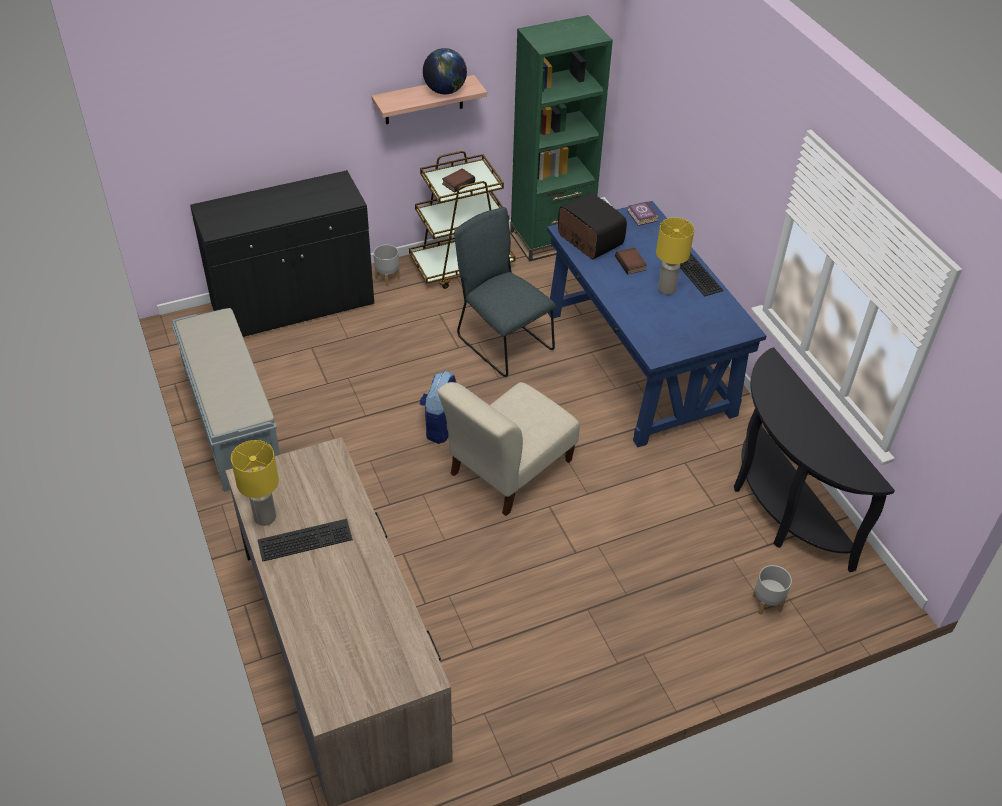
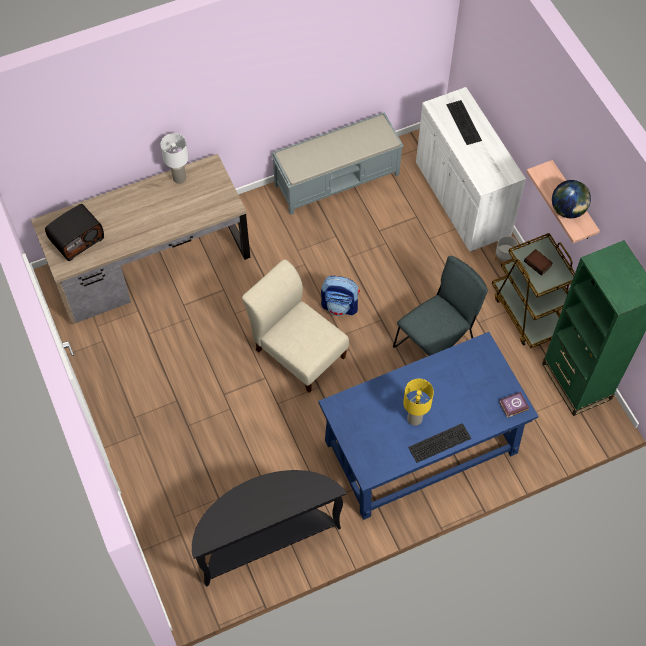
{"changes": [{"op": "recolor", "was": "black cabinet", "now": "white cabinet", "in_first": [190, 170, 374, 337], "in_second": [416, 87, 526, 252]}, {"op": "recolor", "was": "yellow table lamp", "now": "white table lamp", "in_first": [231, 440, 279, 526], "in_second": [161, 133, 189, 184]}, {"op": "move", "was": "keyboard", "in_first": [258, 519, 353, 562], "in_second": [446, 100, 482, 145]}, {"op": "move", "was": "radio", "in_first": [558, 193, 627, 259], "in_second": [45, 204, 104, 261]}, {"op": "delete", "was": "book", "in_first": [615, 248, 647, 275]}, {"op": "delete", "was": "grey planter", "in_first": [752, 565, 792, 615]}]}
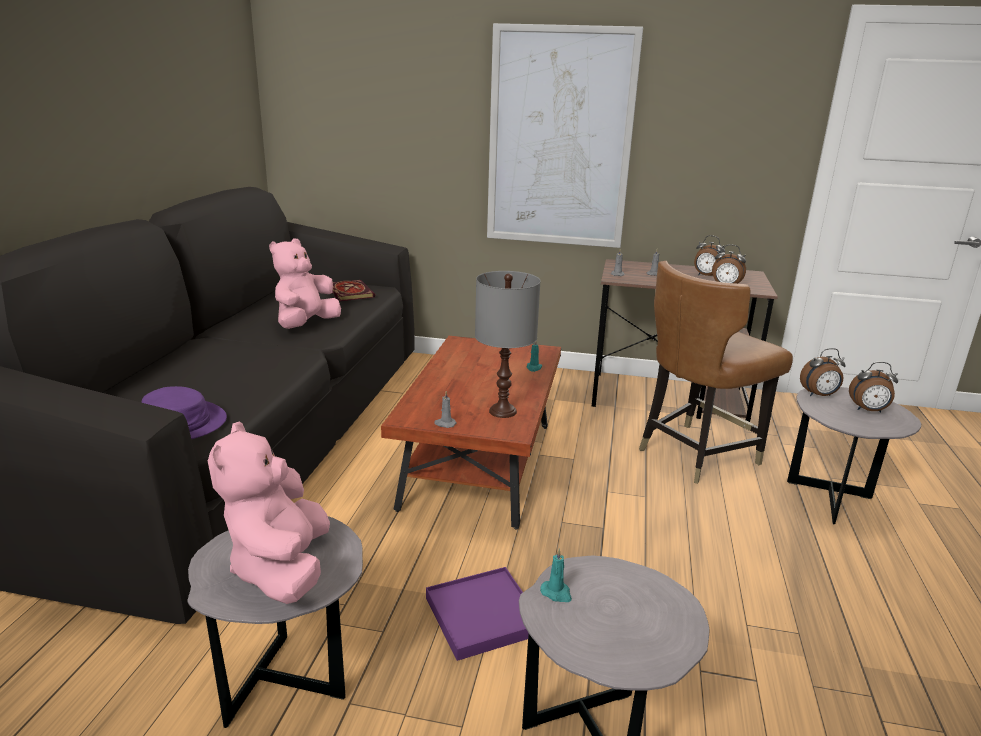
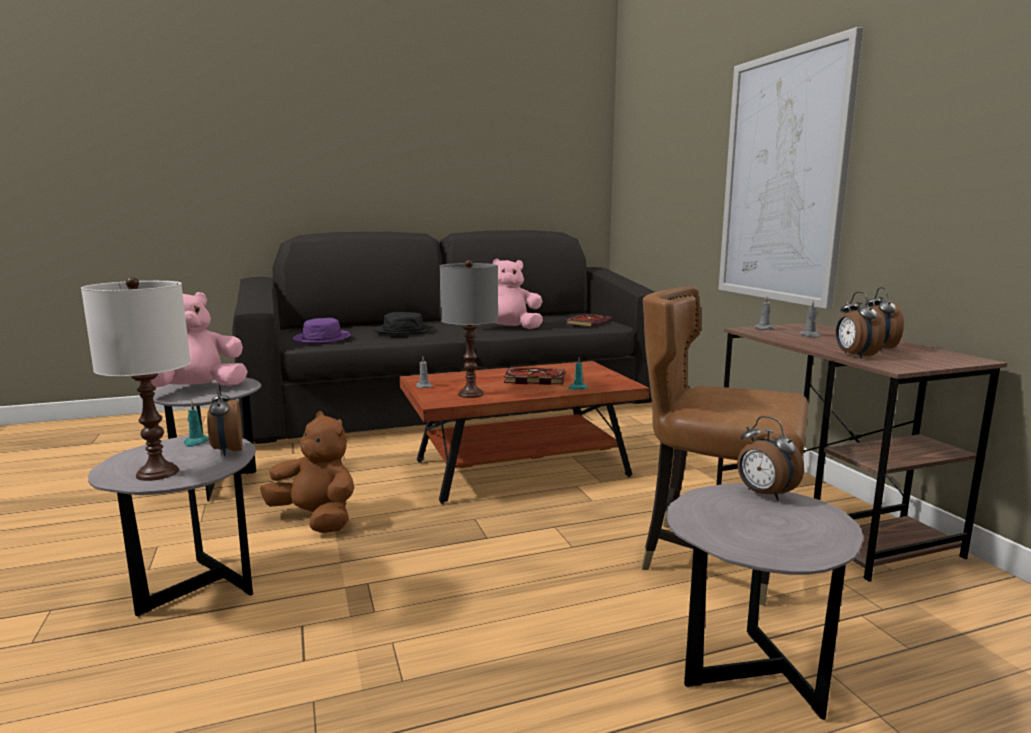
{"changes": [{"op": "replace", "was": "purple tray", "now": "brown plush toy", "in_first": [426, 567, 529, 661], "in_second": [260, 411, 354, 533]}, {"op": "move", "was": "alarm clock", "in_first": [849, 362, 898, 413], "in_second": [207, 384, 242, 456]}, {"op": "insert", "now": "white table lamp", "in_second": [81, 277, 191, 481]}, {"op": "insert", "now": "black hat", "in_second": [372, 312, 435, 334]}, {"op": "insert", "now": "book", "in_second": [504, 368, 565, 385]}]}
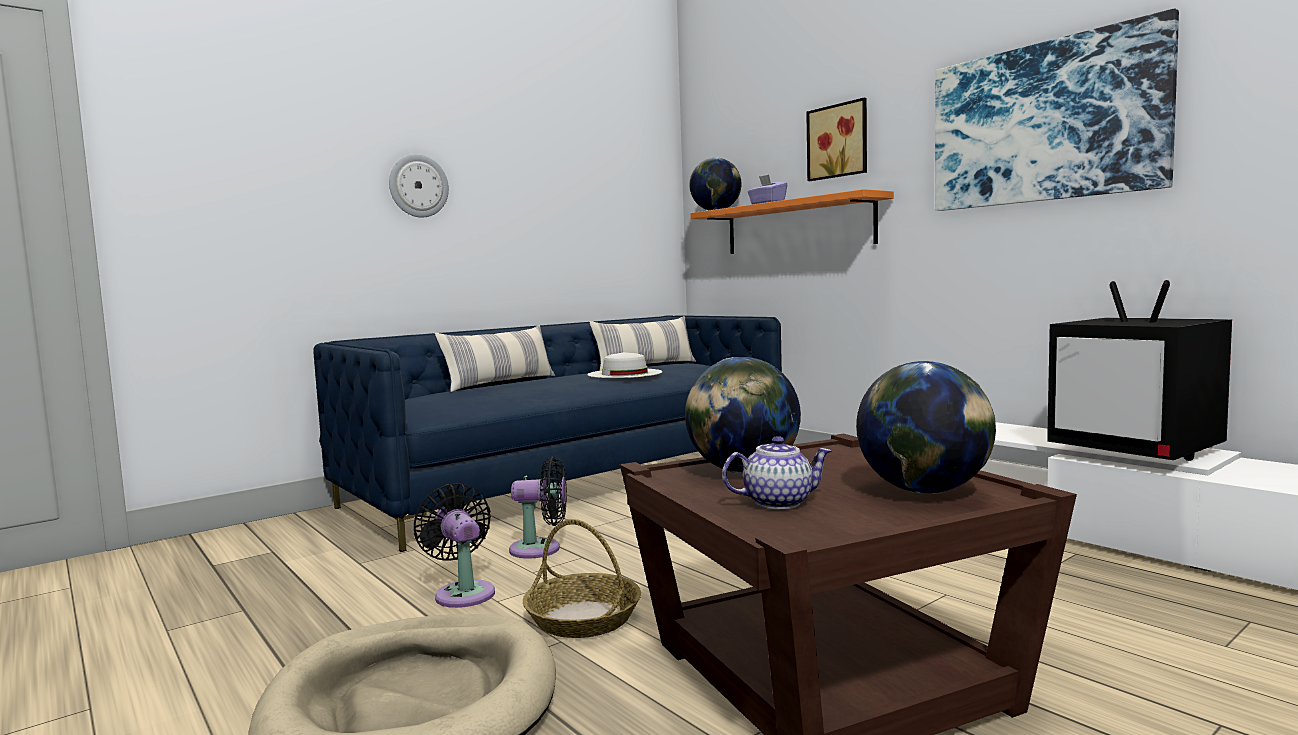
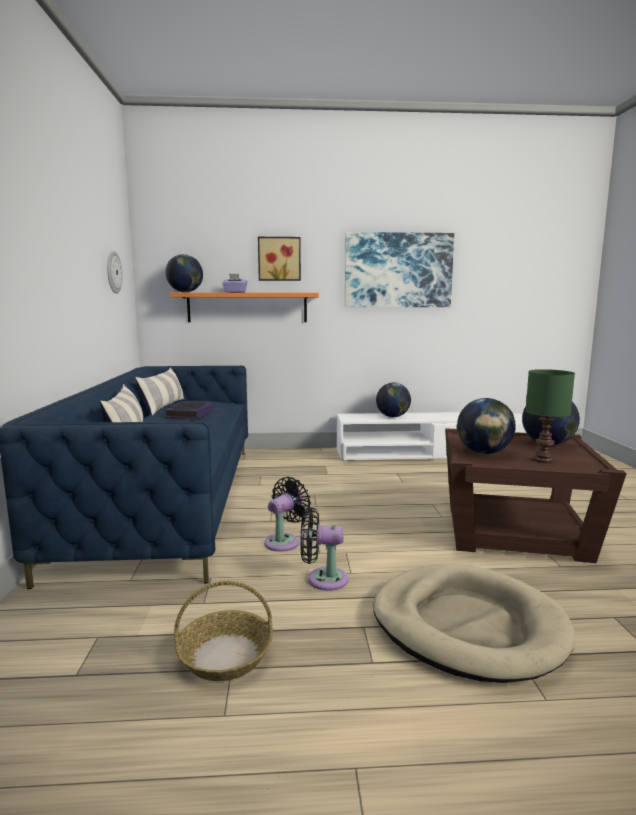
{"changes": [{"op": "move", "was": "wall clock", "in_first": [389, 154, 449, 218], "in_second": [107, 251, 122, 294]}, {"op": "move", "was": "basket", "in_first": [523, 519, 641, 638], "in_second": [174, 581, 273, 681]}, {"op": "replace", "was": "white hat", "now": "book", "in_first": [587, 352, 663, 378], "in_second": [164, 402, 214, 419]}, {"op": "replace", "was": "teapot", "now": "green table lamp", "in_first": [722, 436, 832, 509], "in_second": [525, 369, 575, 463]}, {"op": "delete", "was": "television", "in_first": [1047, 280, 1232, 461]}, {"op": "insert", "now": "globe", "in_second": [376, 383, 411, 417]}]}
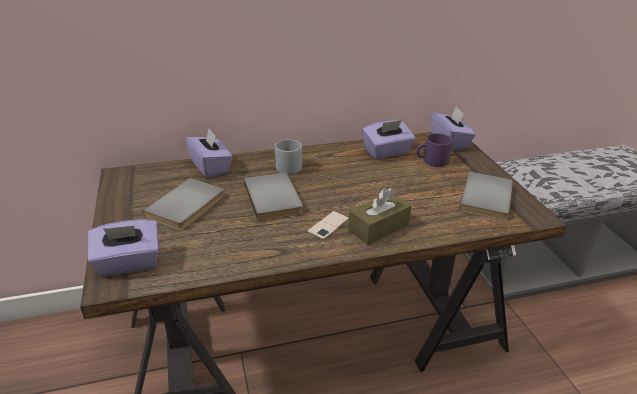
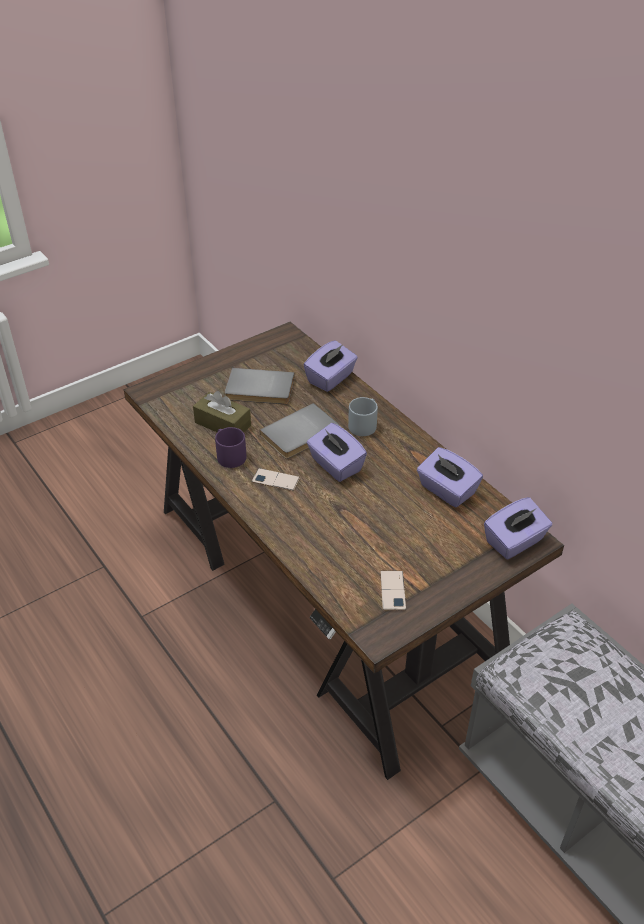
{"changes": [{"op": "move", "was": "purple tissue box", "in_first": [88, 219, 159, 276], "in_second": [307, 423, 367, 482]}, {"op": "move", "was": "brown tissue box", "in_first": [348, 188, 411, 245], "in_second": [193, 391, 251, 433]}, {"op": "move", "was": "purple mug", "in_first": [416, 133, 452, 167], "in_second": [215, 427, 247, 468]}, {"op": "replace", "was": "grey book", "now": "phone", "in_first": [459, 172, 513, 220], "in_second": [380, 571, 406, 610]}]}
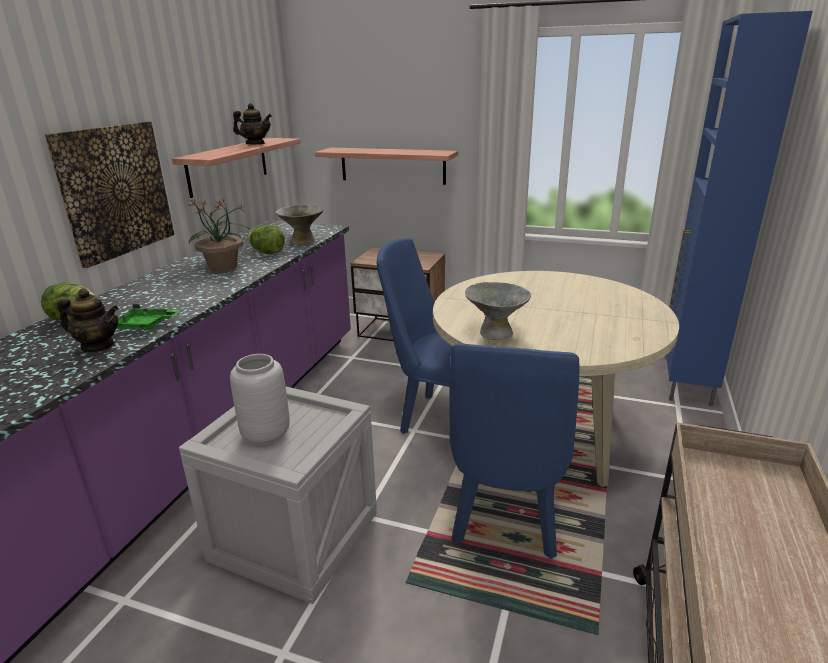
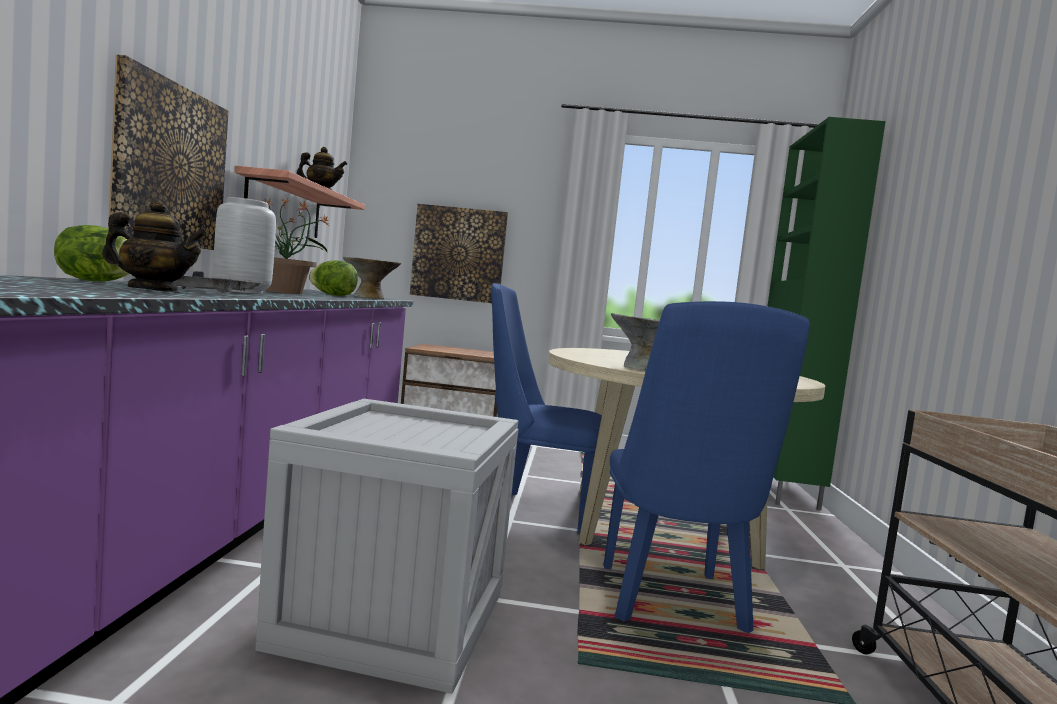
{"changes": [{"op": "recolor", "was": "green tray", "now": "grey tray", "in_first": [116, 304, 180, 330], "in_second": [173, 271, 263, 292]}, {"op": "move", "was": "grey vase", "in_first": [230, 354, 290, 445], "in_second": [213, 197, 276, 294]}, {"op": "replace", "was": "shelf", "now": "picture", "in_first": [315, 147, 458, 185], "in_second": [410, 204, 508, 303]}, {"op": "recolor", "was": "blue cabinet", "now": "green cabinet", "in_first": [665, 11, 813, 407], "in_second": [768, 117, 886, 511]}]}
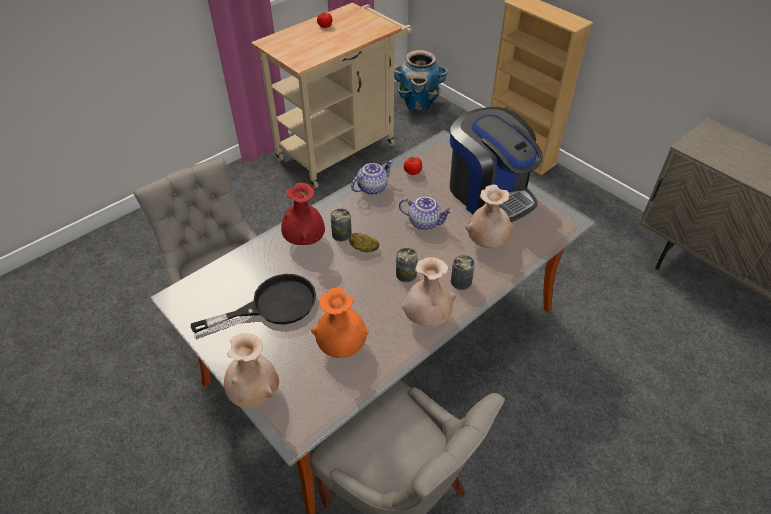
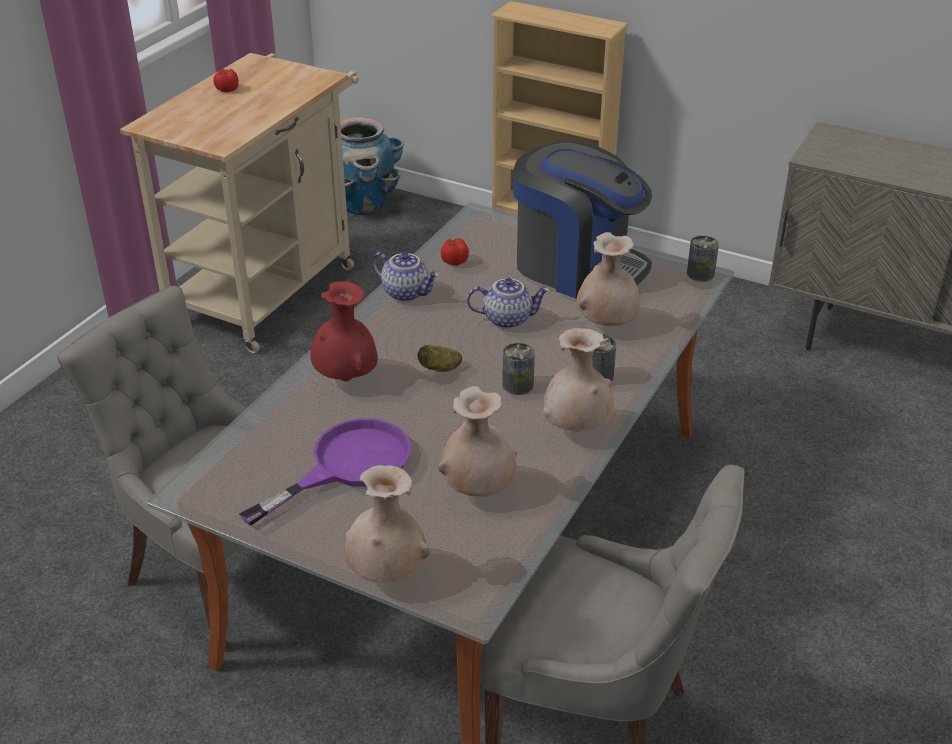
{"changes": [{"op": "recolor", "was": "black frying pan", "now": "purple frying pan", "in_first": [191, 274, 316, 333], "in_second": [239, 418, 411, 526]}, {"op": "recolor", "was": "orange vase", "now": "beige vase", "in_first": [311, 287, 369, 358], "in_second": [438, 386, 517, 497]}, {"op": "move", "was": "can", "in_first": [330, 209, 352, 241], "in_second": [687, 235, 719, 282]}, {"op": "rotate", "was": "teapot", "in_first": [351, 160, 393, 195], "in_second": [372, 252, 439, 302], "clockwise": 90}]}
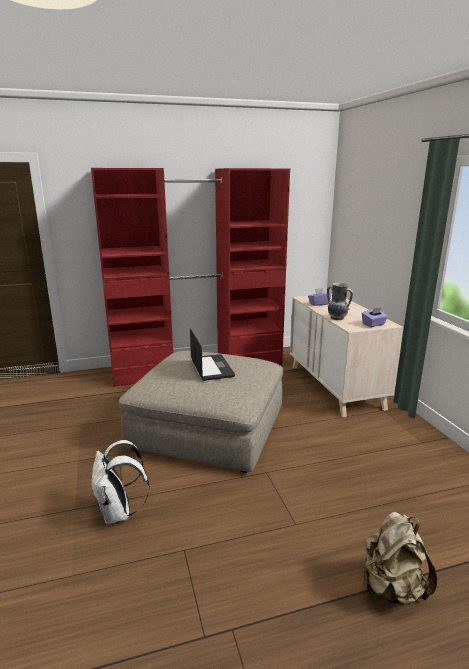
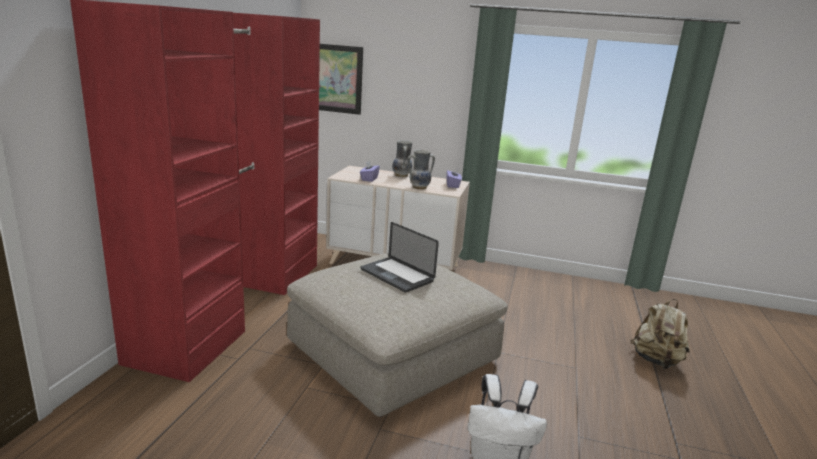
{"changes": [{"op": "rotate", "was": "laptop", "in_first": [190, 328, 235, 381], "in_second": [361, 222, 439, 293], "clockwise": -150}, {"op": "insert", "now": "picture", "in_second": [319, 44, 363, 115]}, {"op": "insert", "now": "vase", "in_second": [392, 140, 412, 177]}]}
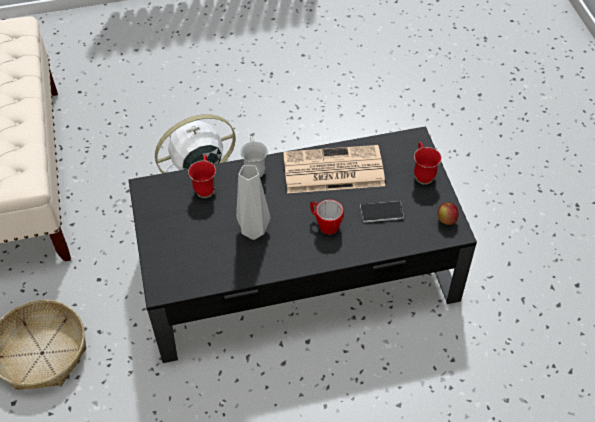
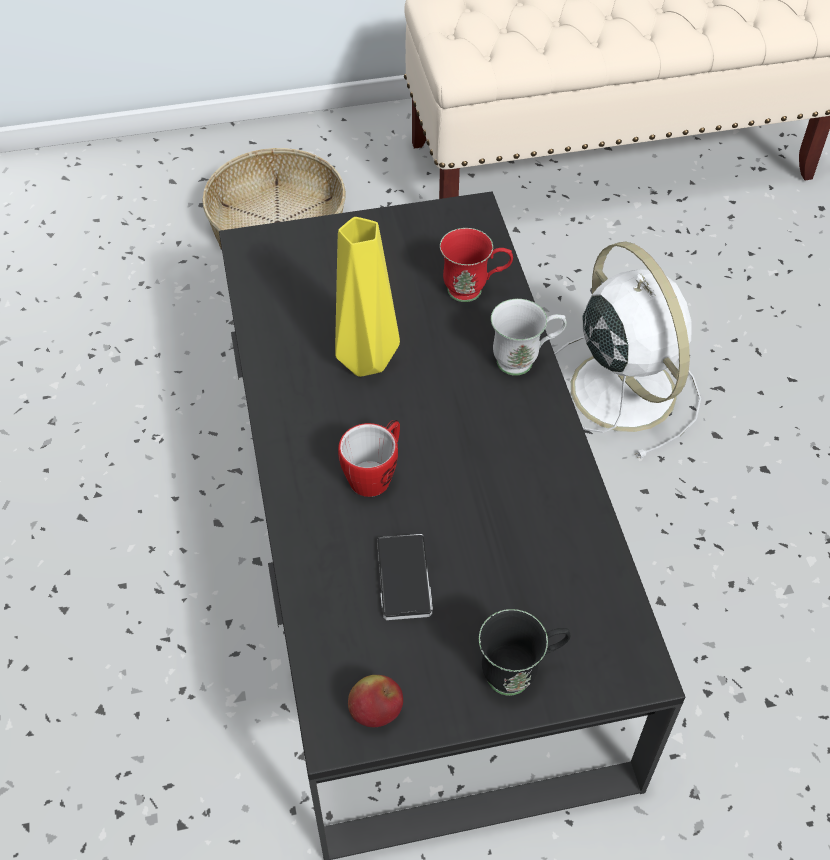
{"changes": [{"op": "recolor", "was": "grey vase", "now": "yellow vase", "in_first": [236, 165, 270, 240], "in_second": [335, 217, 400, 377]}, {"op": "delete", "was": "newspaper", "in_first": [283, 145, 385, 193]}, {"op": "recolor", "was": "red mug", "now": "black mug", "in_first": [414, 142, 442, 185], "in_second": [479, 609, 570, 696]}]}
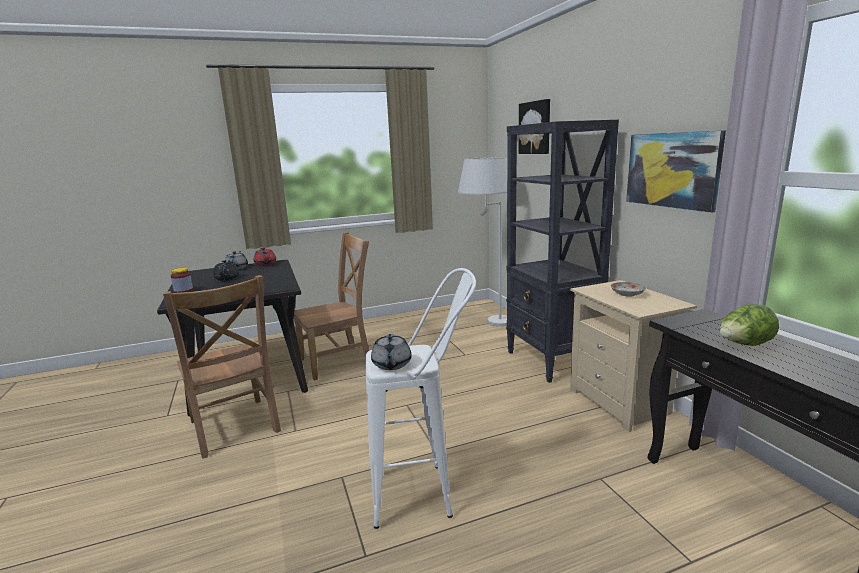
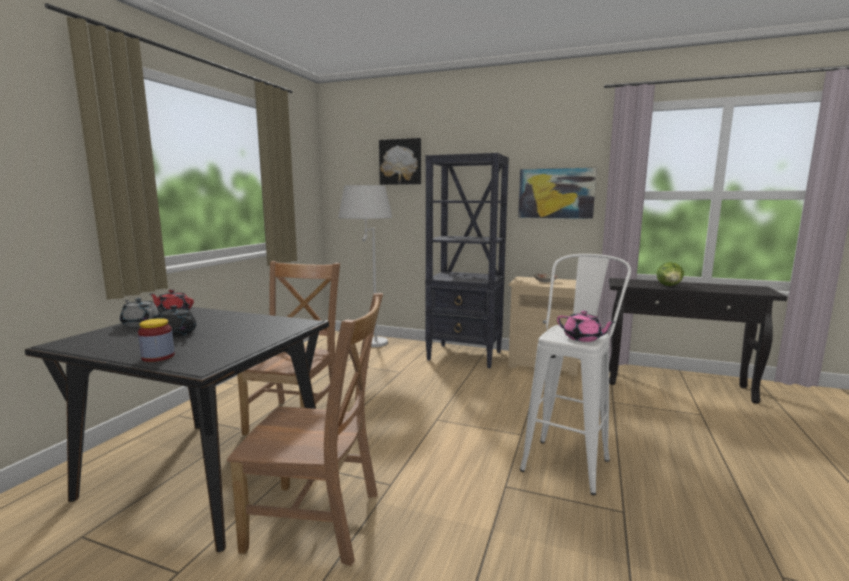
{"changes": [{"op": "recolor", "was": "grey teapot", "now": "pink teapot", "in_first": [371, 334, 412, 370], "in_second": [557, 311, 615, 342]}]}
